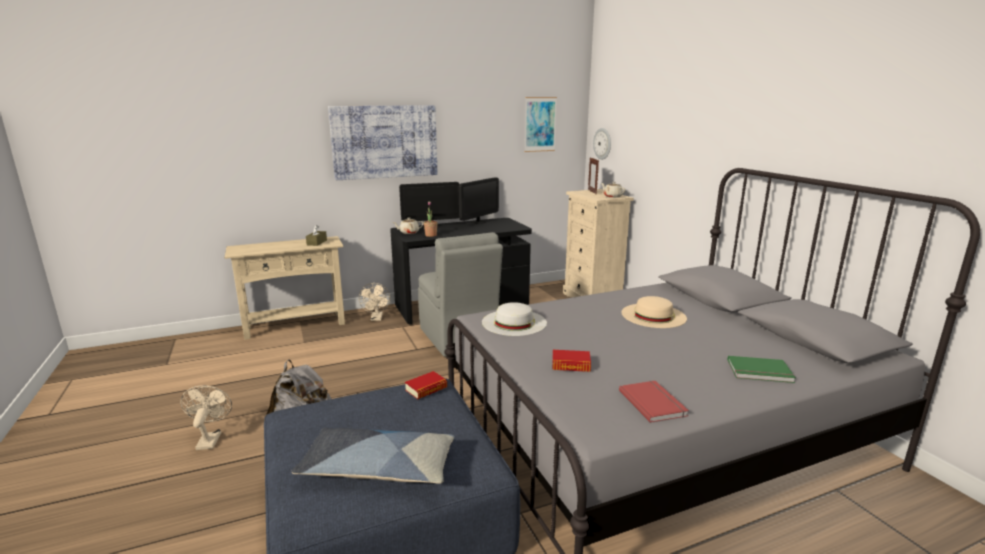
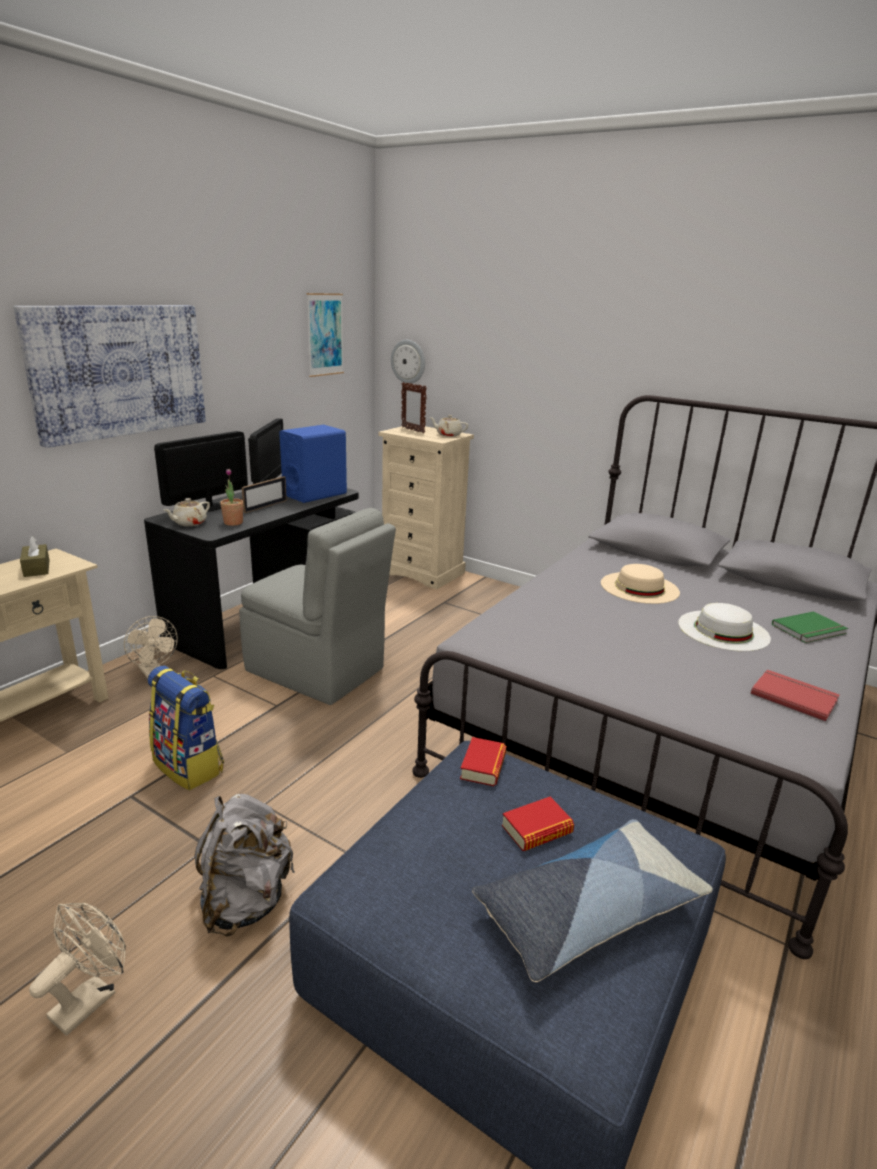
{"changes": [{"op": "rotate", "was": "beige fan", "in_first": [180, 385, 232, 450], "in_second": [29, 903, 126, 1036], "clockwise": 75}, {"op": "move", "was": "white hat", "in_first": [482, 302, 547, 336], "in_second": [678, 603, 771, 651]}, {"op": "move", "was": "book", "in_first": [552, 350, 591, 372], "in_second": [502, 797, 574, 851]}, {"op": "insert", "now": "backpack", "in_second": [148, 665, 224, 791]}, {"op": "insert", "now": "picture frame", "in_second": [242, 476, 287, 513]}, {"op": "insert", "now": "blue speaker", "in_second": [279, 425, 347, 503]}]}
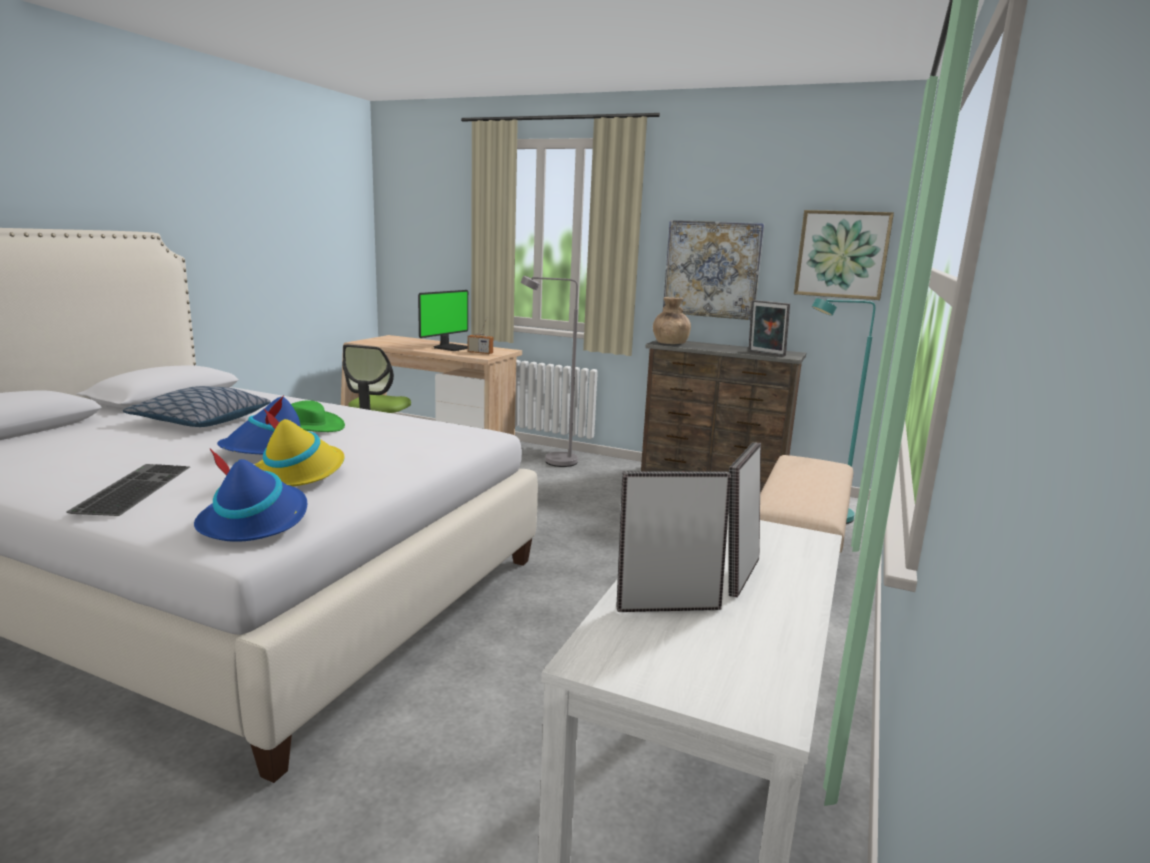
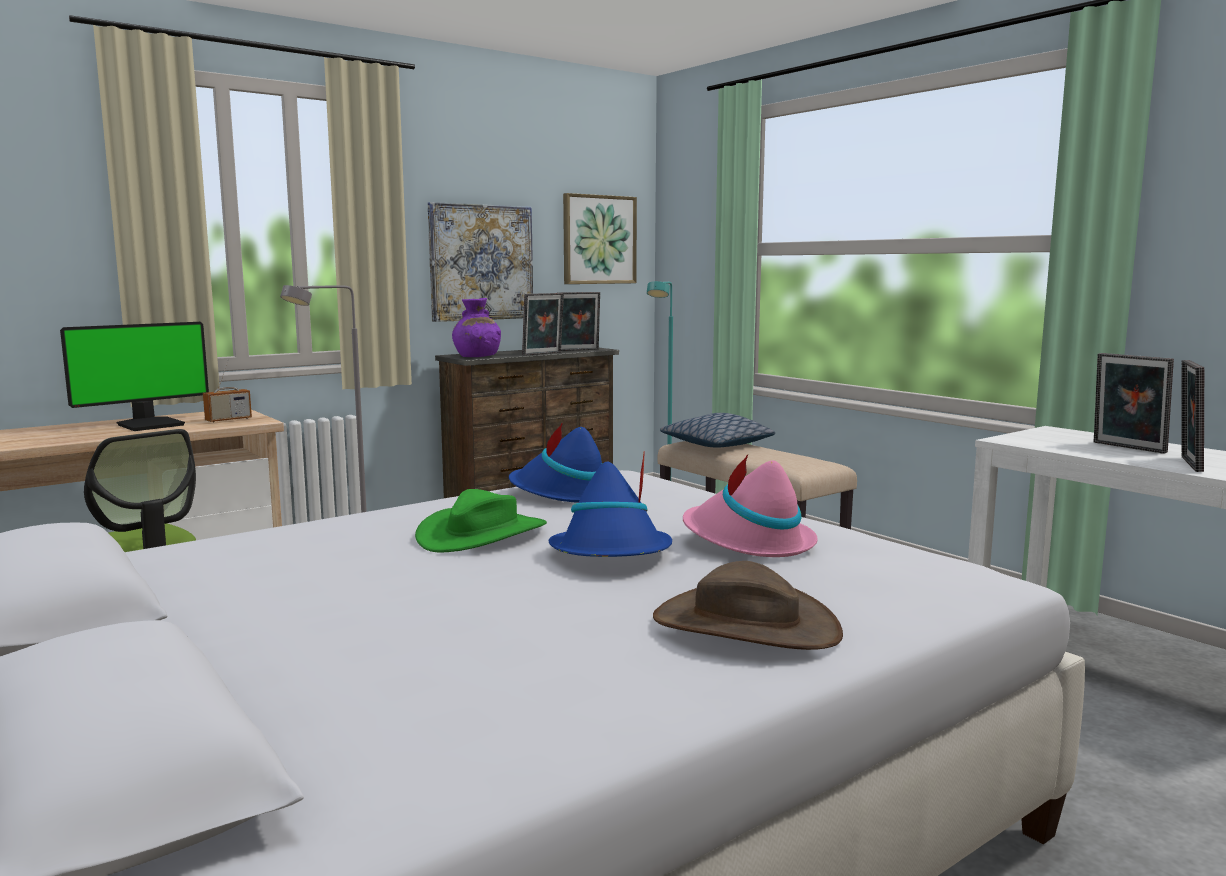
{"changes": [{"op": "replace", "was": "keyboard", "now": "brown hat", "in_first": [67, 464, 190, 516], "in_second": [653, 561, 843, 650]}, {"op": "move", "was": "pillow", "in_first": [123, 386, 271, 427], "in_second": [660, 413, 775, 448]}, {"op": "move", "was": "blue hat", "in_first": [194, 449, 307, 542], "in_second": [509, 422, 602, 503]}, {"op": "recolor", "was": "yellow hat", "now": "pink hat", "in_first": [255, 409, 344, 486], "in_second": [683, 454, 818, 557]}, {"op": "rotate", "was": "monitor", "in_first": [418, 290, 468, 351], "in_second": [60, 322, 209, 431], "clockwise": 75}, {"op": "recolor", "was": "brown vase", "now": "purple vase", "in_first": [653, 297, 691, 344], "in_second": [452, 298, 501, 357]}, {"op": "insert", "now": "picture frame", "in_second": [522, 293, 564, 356]}]}
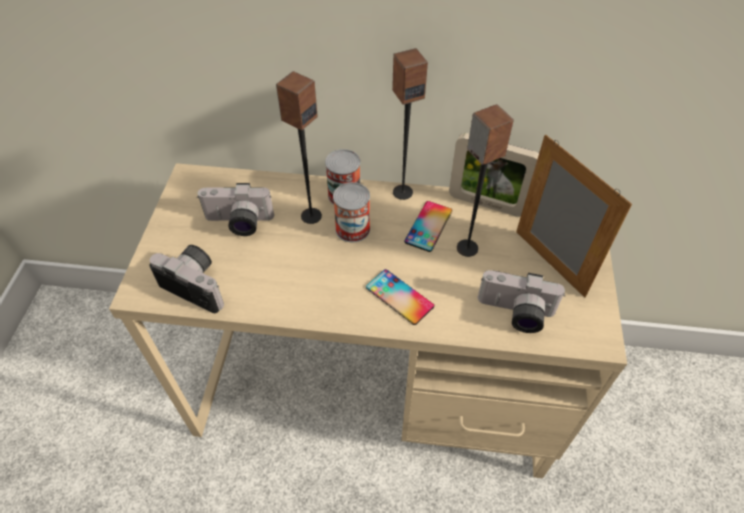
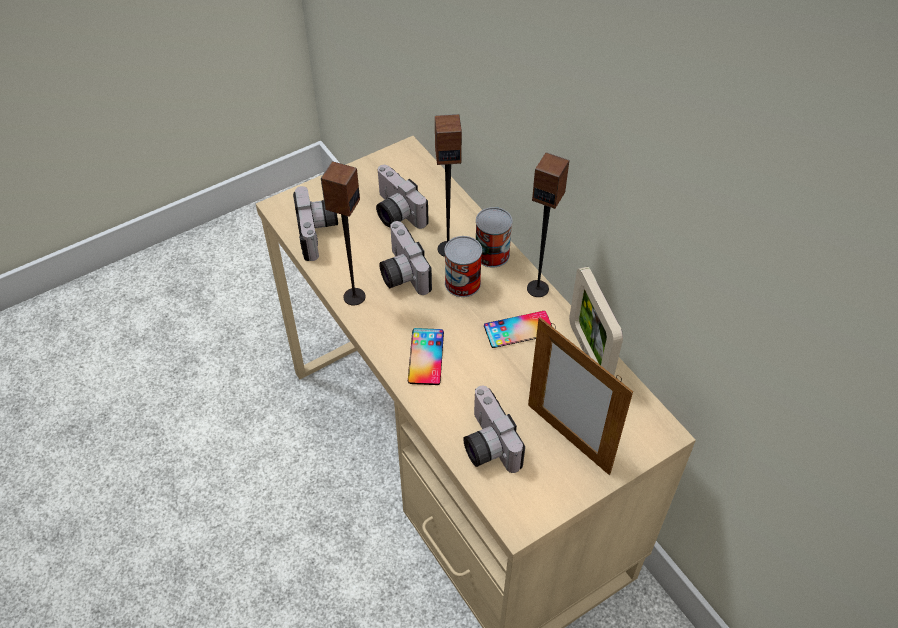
{"changes": [{"op": "move", "was": "speaker", "in_first": [457, 104, 514, 257], "in_second": [321, 162, 366, 306]}, {"op": "rotate", "was": "picture frame", "in_first": [516, 135, 632, 298], "in_second": [528, 317, 633, 475], "clockwise": 120}, {"op": "insert", "now": "photo camera", "in_second": [379, 221, 432, 295]}]}
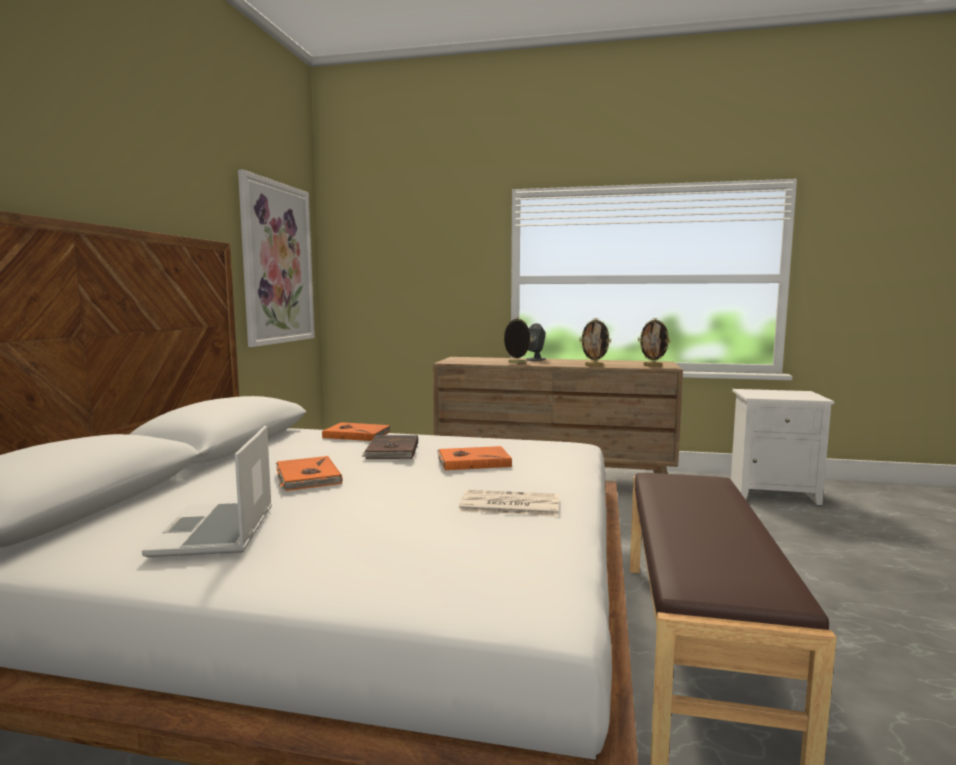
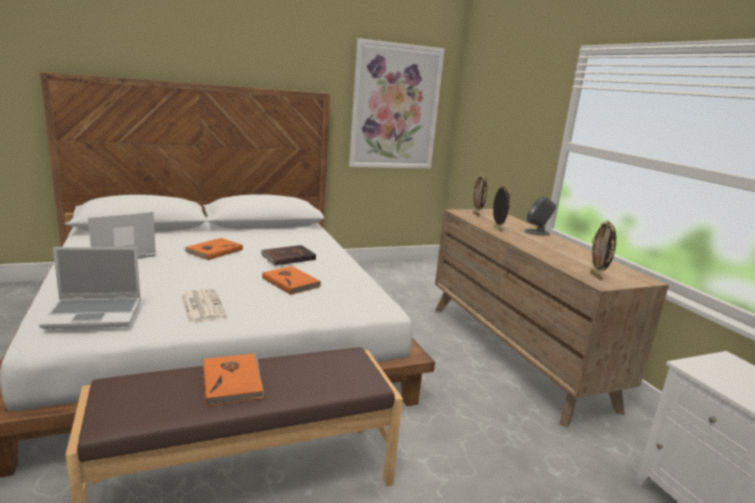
{"changes": [{"op": "move", "was": "orange book", "in_first": [322, 422, 390, 441], "in_second": [203, 354, 264, 407]}, {"op": "move", "was": "picture frame", "in_first": [579, 318, 611, 367], "in_second": [473, 174, 487, 217]}, {"op": "insert", "now": "laptop", "in_second": [39, 247, 141, 329]}]}
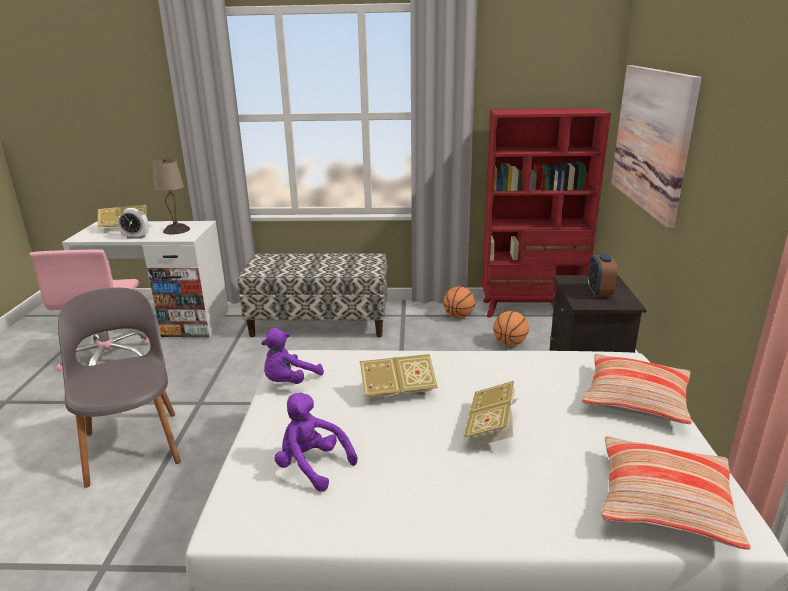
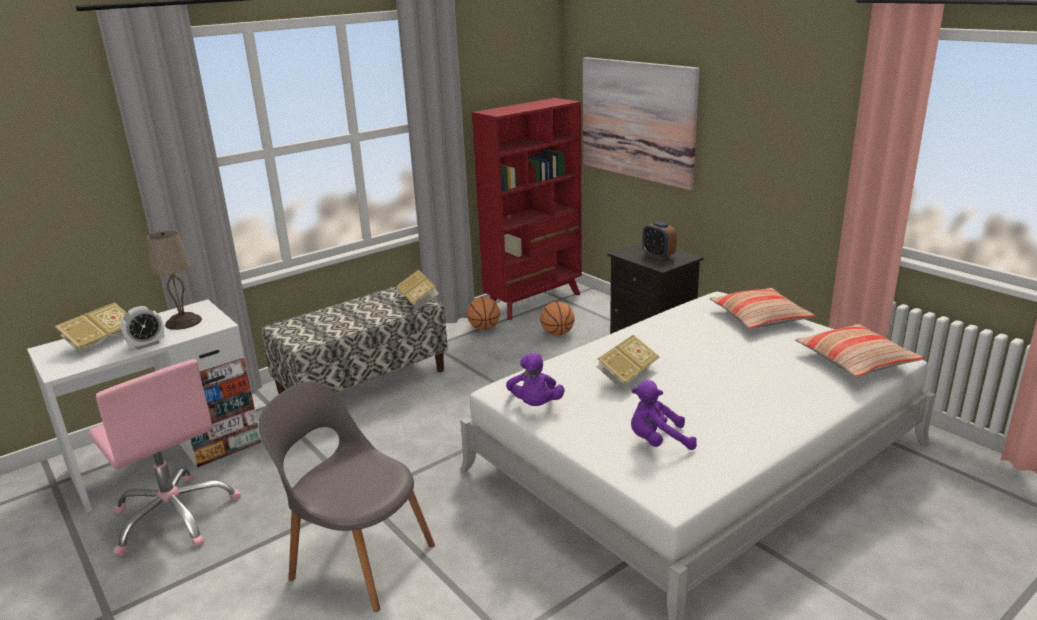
{"changes": [{"op": "move", "was": "book", "in_first": [464, 381, 518, 447], "in_second": [396, 270, 439, 310]}]}
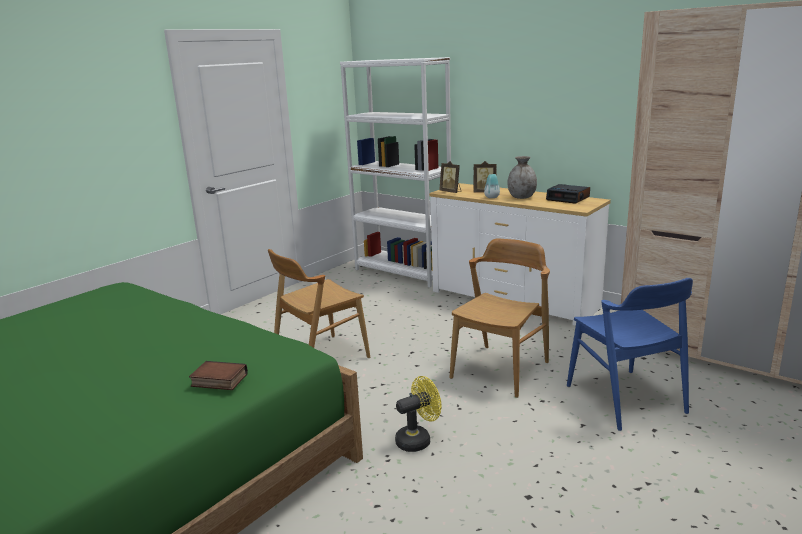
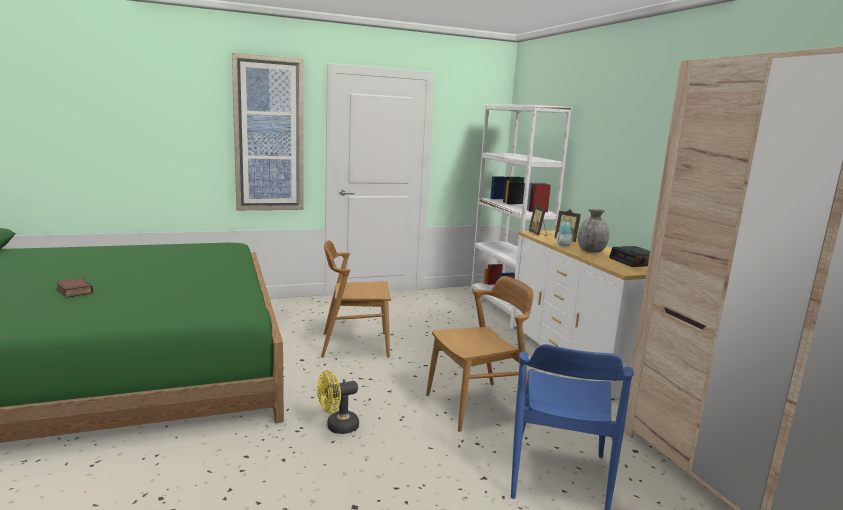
{"changes": [{"op": "move", "was": "book", "in_first": [189, 361, 248, 390], "in_second": [56, 278, 93, 298]}, {"op": "rotate", "was": "yellow fan", "in_first": [395, 376, 442, 452], "in_second": [317, 370, 359, 434], "clockwise": 150}, {"op": "insert", "now": "picture", "in_second": [232, 53, 304, 210]}]}
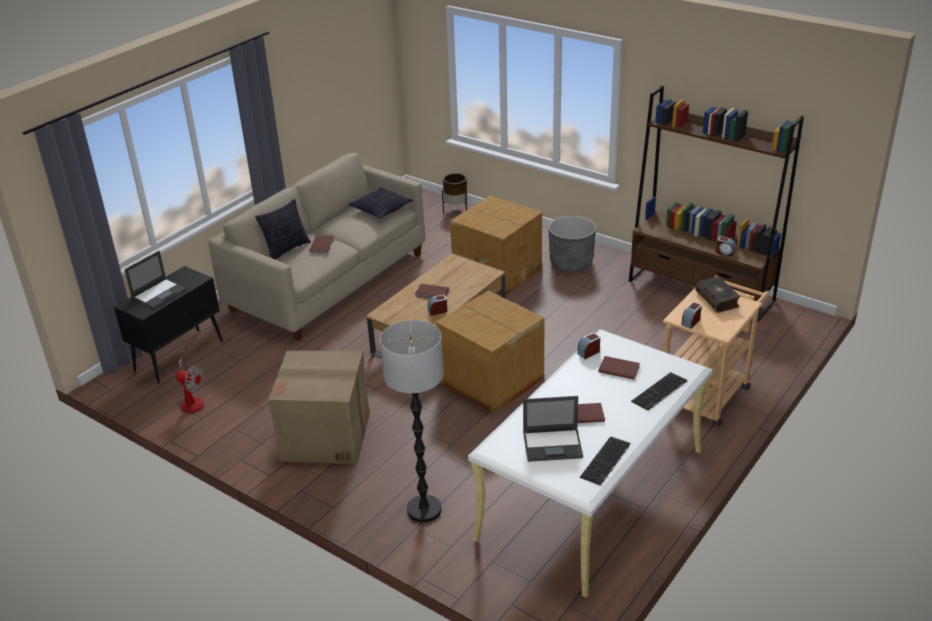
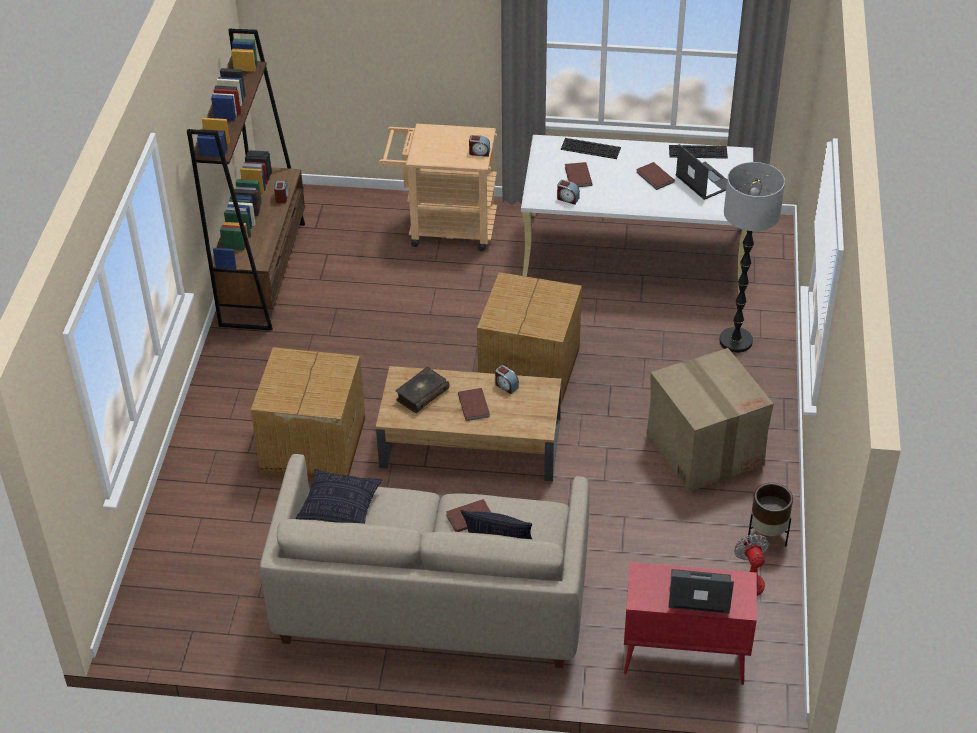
{"changes": [{"op": "recolor", "was": "black cabinet", "now": "red cabinet", "in_first": [114, 266, 223, 384], "in_second": [624, 562, 757, 685]}, {"op": "move", "was": "brown planter", "in_first": [442, 173, 468, 214], "in_second": [748, 483, 793, 546]}, {"op": "delete", "was": "grey planter", "in_first": [548, 216, 596, 272]}, {"op": "move", "was": "book", "in_first": [695, 276, 740, 313], "in_second": [395, 367, 449, 413]}]}
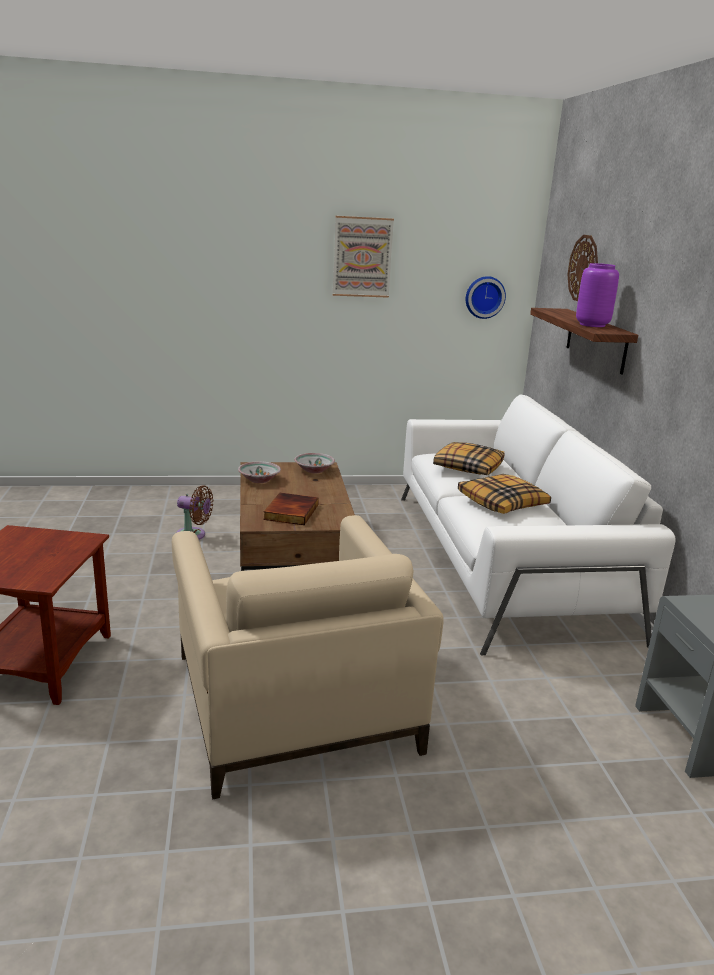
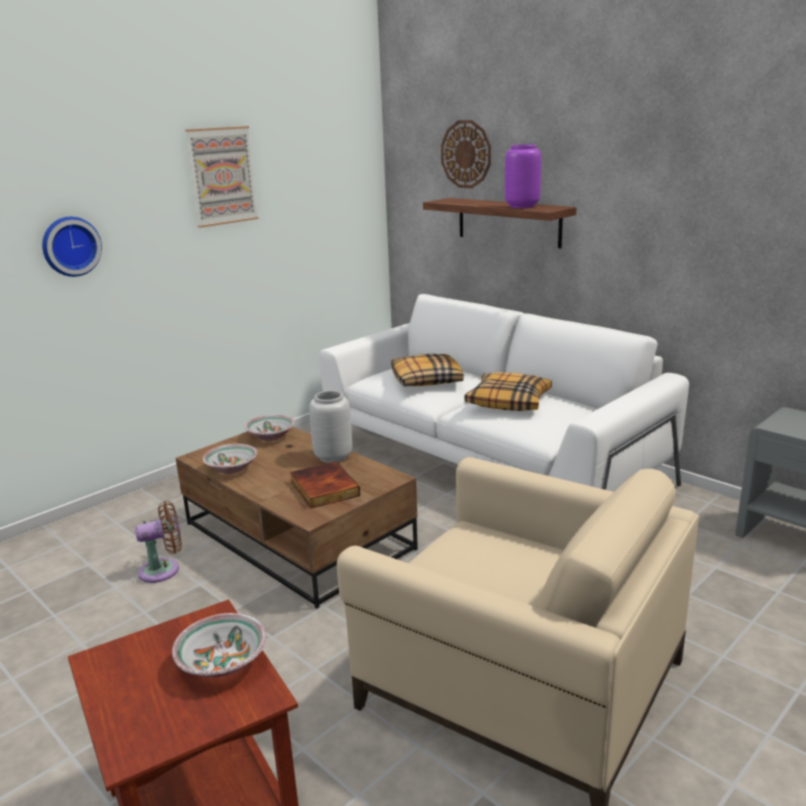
{"changes": [{"op": "move", "was": "wall clock", "in_first": [466, 276, 506, 319], "in_second": [42, 217, 102, 277]}, {"op": "insert", "now": "bowl", "in_second": [172, 613, 267, 677]}, {"op": "insert", "now": "grey vase", "in_second": [309, 391, 352, 463]}]}
